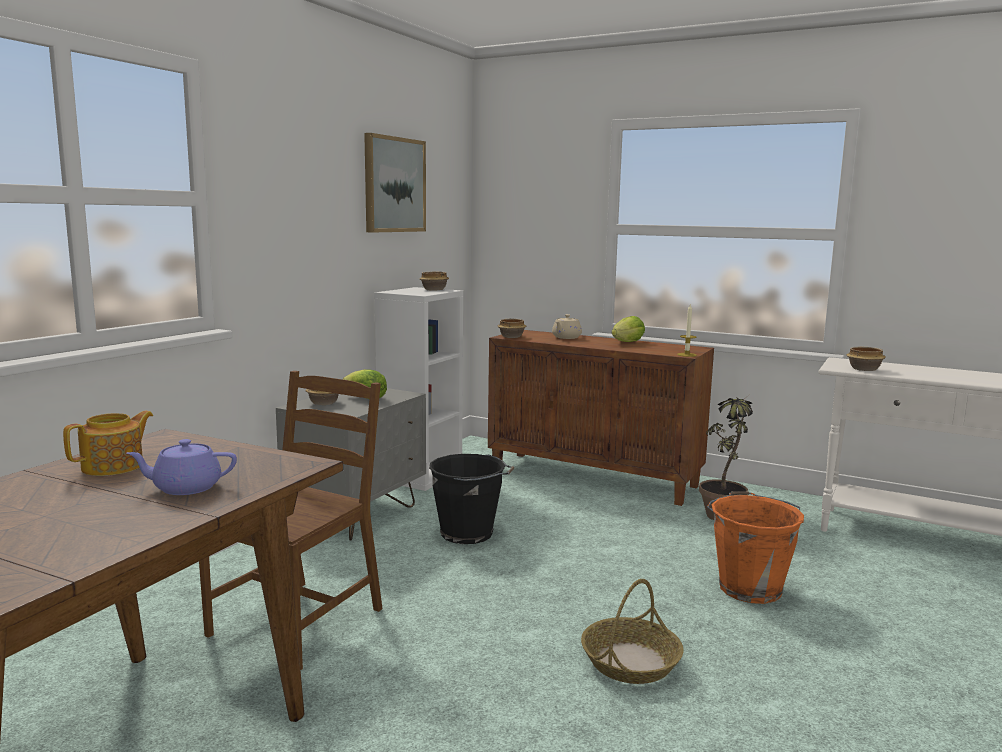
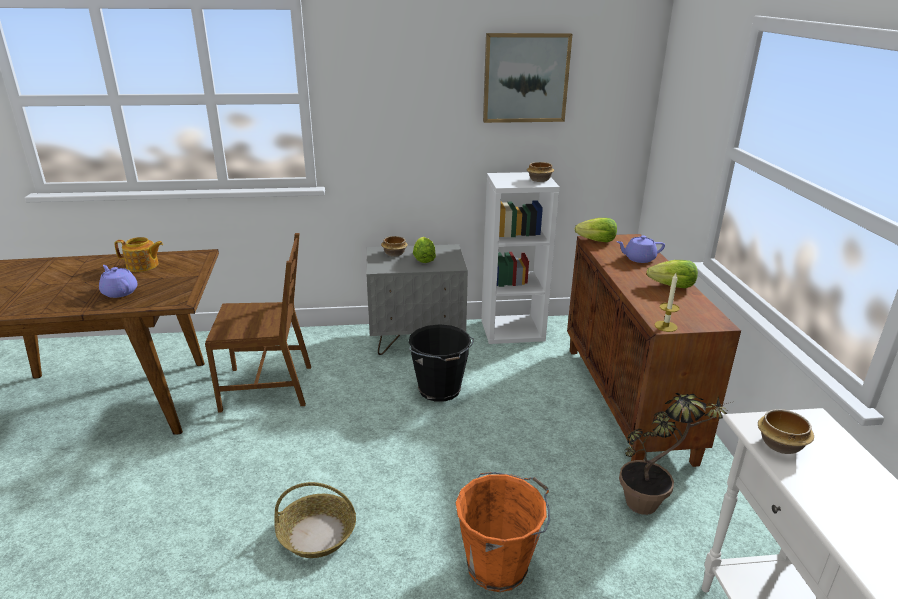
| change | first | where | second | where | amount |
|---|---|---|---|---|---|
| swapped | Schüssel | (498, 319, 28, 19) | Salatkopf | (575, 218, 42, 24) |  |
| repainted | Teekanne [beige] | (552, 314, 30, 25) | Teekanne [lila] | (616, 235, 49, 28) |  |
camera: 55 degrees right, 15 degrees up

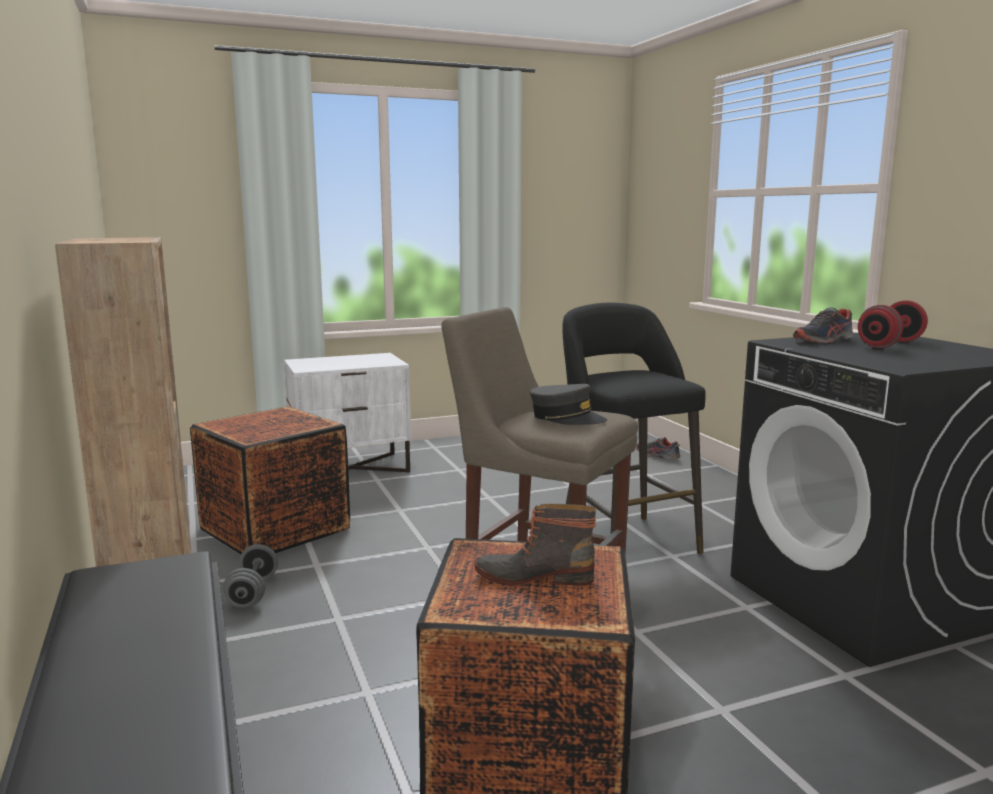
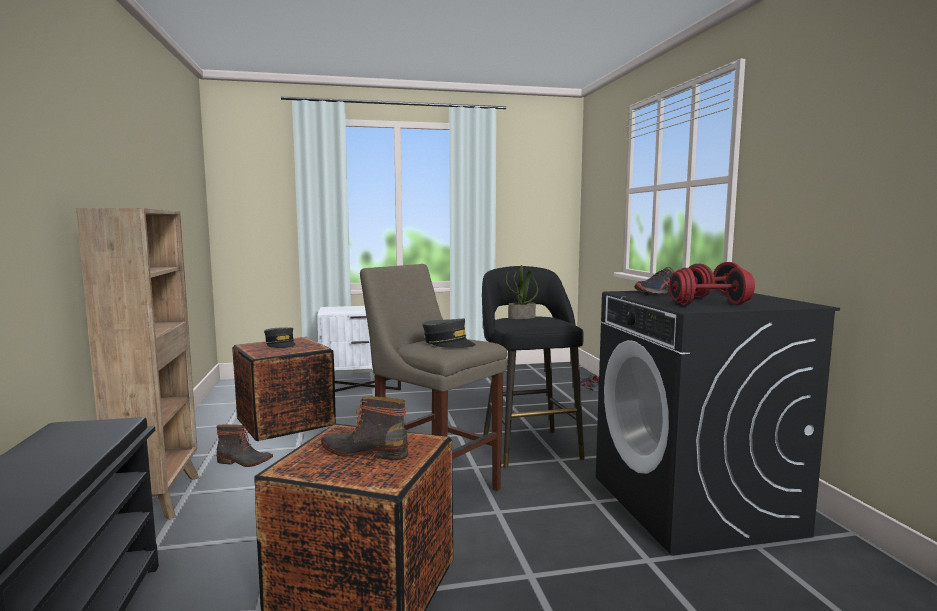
| change | first | where | second | where | amount |
|---|---|---|---|---|---|
| swapped | Hantel [grau] | (223, 544, 55, 63) | Stiefel | (217, 424, 56, 43) |  |
| new |  |  | Kappe [grau] | (264, 328, 31, 20) |  |
| new |  |  | Topfpflanze | (506, 265, 32, 54) |  |
| new |  |  | Hantel [rot] | (669, 267, 86, 38) |  |
camera: 10 degrees right, 5 degrees down

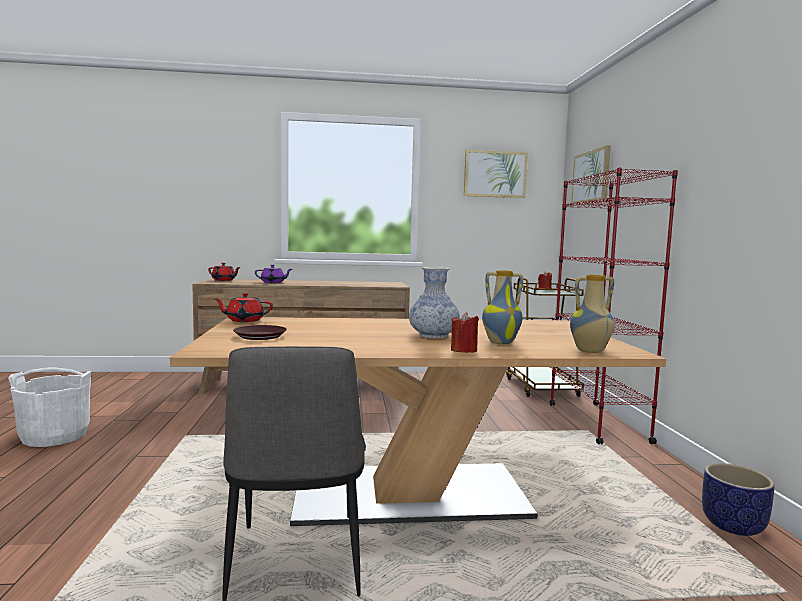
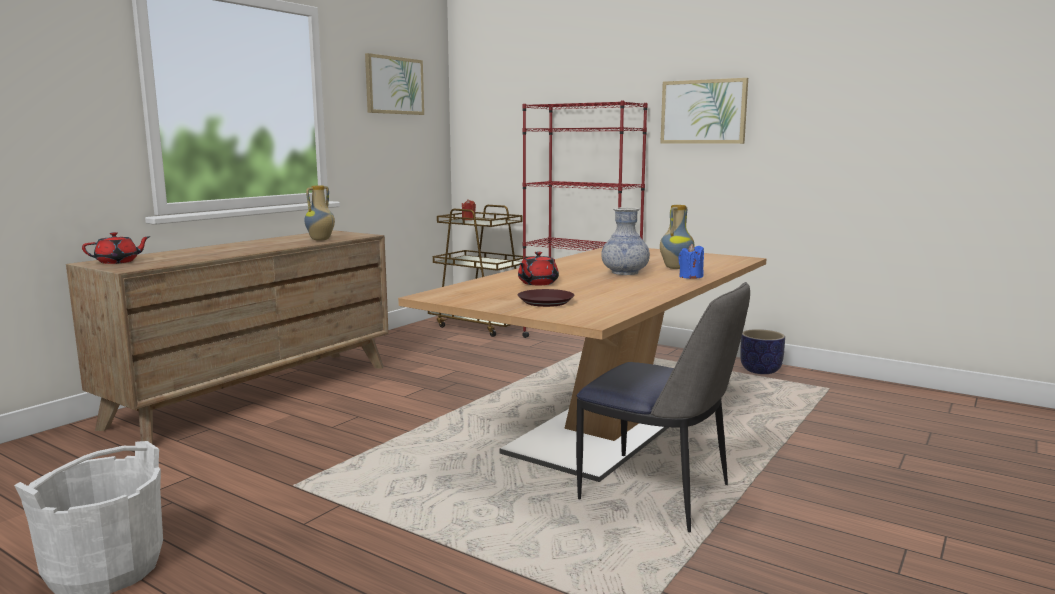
| change | first | where | second | where | amount |
|---|---|---|---|---|---|
| shifted | Vase | (570, 275, 45, 78) |  | (304, 185, 31, 55) |  |
| shifted | Teekanne [rot] | (213, 293, 60, 29) |  | (518, 251, 41, 34) |  |
| shifted | Bild | (571, 145, 40, 59) |  | (660, 78, 88, 66) |  |
| repainted | Kerze [rot] | (451, 312, 28, 41) | Kerze [blau] | (678, 244, 26, 35) |  |
| gone | Teekanne [lila] | (255, 265, 37, 18) |  |  |  |
camera: 50 degrees left, 5 degrees up

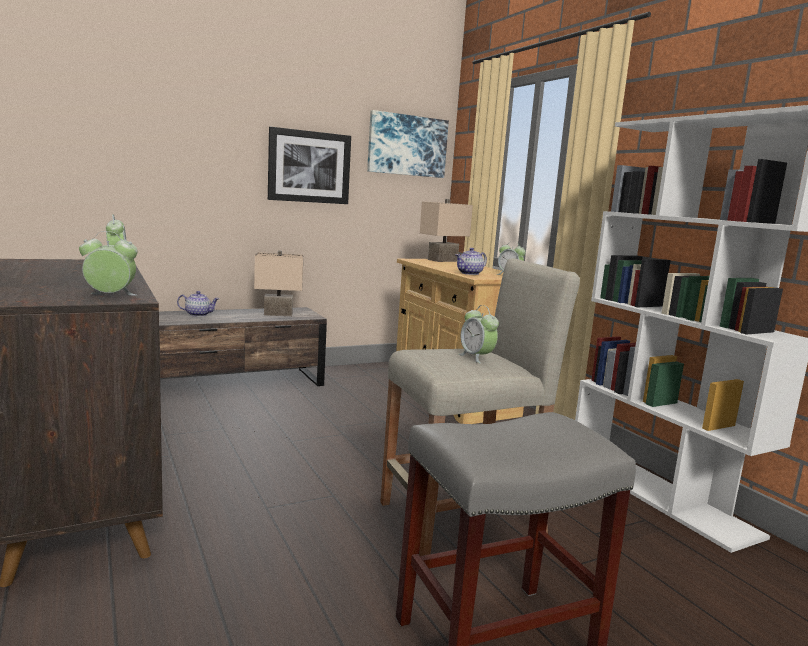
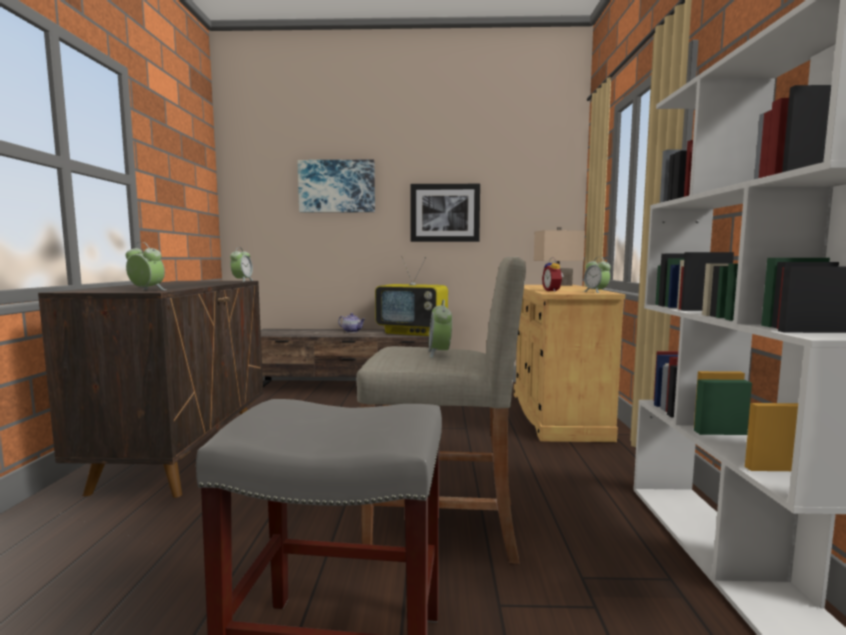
| change | first | where | second | where | amount |
|---|---|---|---|---|---|
| shifted | Bild | (367, 110, 82, 68) |  | (298, 160, 77, 52) |  |
| swapped | Tischlampe [beige] | (254, 250, 49, 66) | Fernseher | (375, 256, 73, 80) |  |
| swapped | Teekanne | (456, 248, 31, 27) | Wecker | (542, 257, 22, 35) |  |
camera: 30 degrees right, 5 degrees down

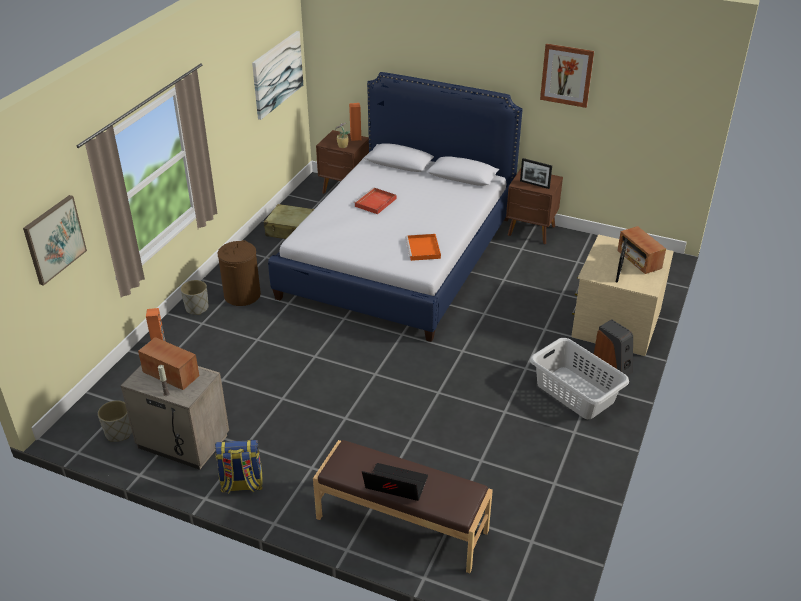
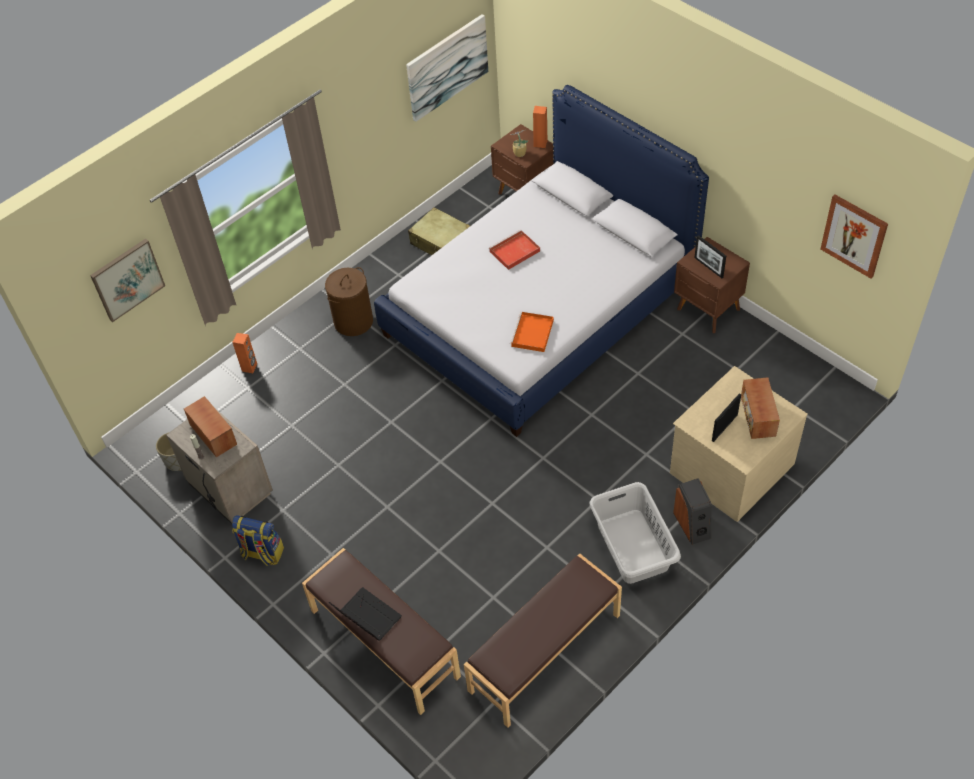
| change | first | where | second | where | amount |
|---|---|---|---|---|---|
| new |  |  | Bank [braun] | (464, 554, 158, 174) |  |
| shifted | Bild | (540, 43, 54, 65) |  | (820, 195, 68, 84) |  |
| gone | Pflanzkübel [grau] | (181, 280, 27, 35) |  |  |  |
camera: 25 degrees right, 15 degrees up

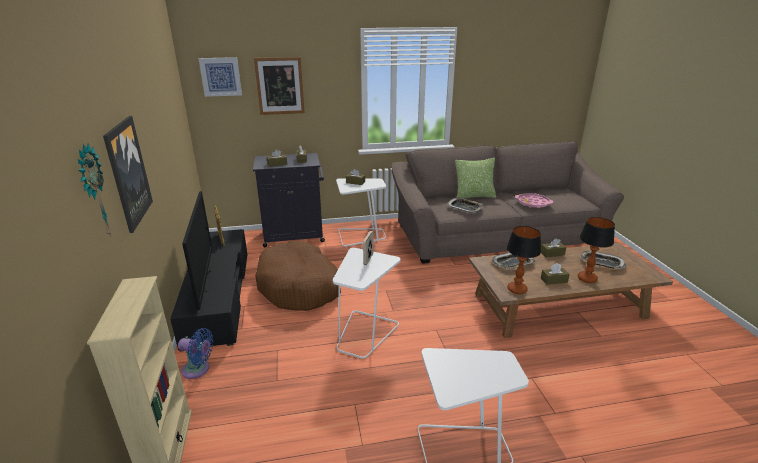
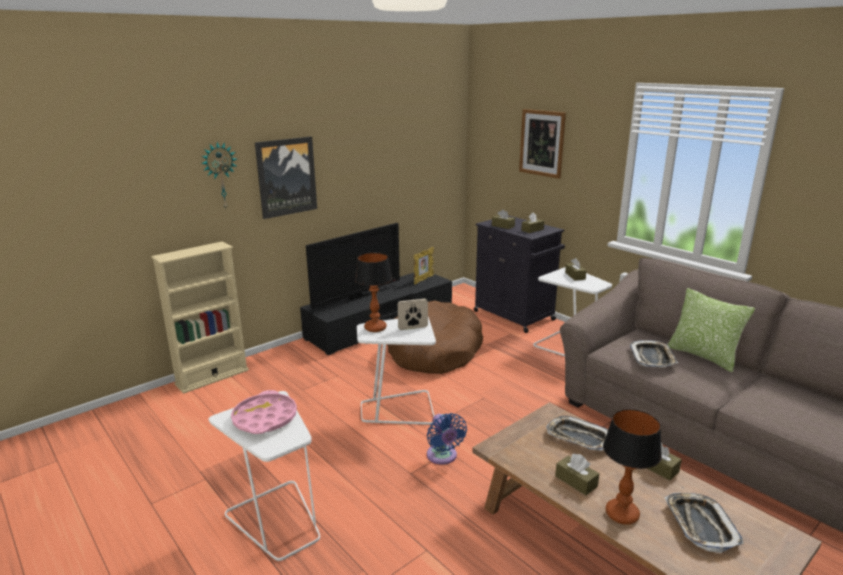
| change | first | where | second | where | amount |
|---|---|---|---|---|---|
| shifted | Tablett [rosa] | (515, 193, 38, 15) |  | (231, 390, 66, 44) |  |
| shifted | Tischlampe | (507, 226, 34, 69) |  | (355, 253, 37, 79) |  |
| shifted | Ventilator [blau] | (178, 328, 35, 51) |  | (427, 413, 40, 52) |  |
| gone | Bild | (198, 57, 44, 40) |  |  |  |
camera: 60 degrees right, 5 degrees down

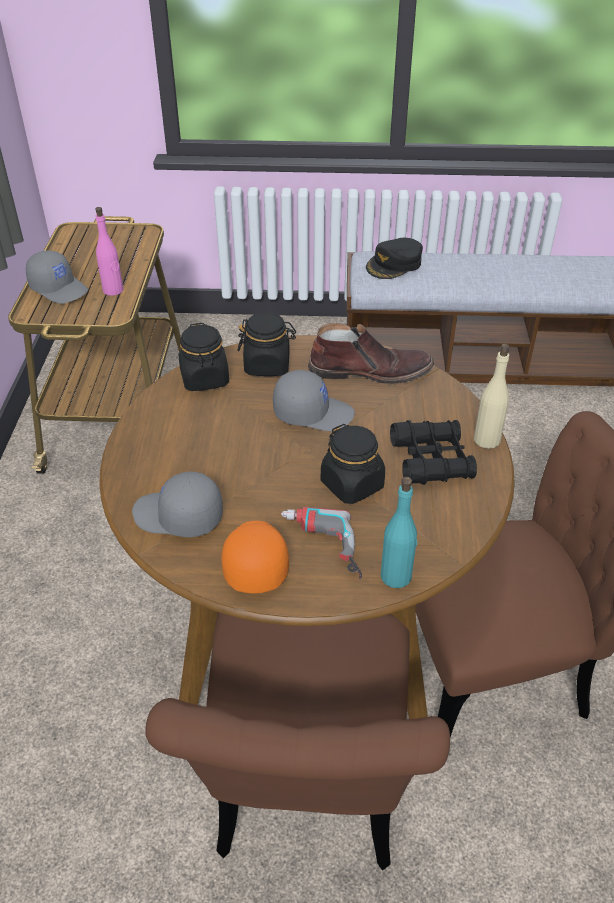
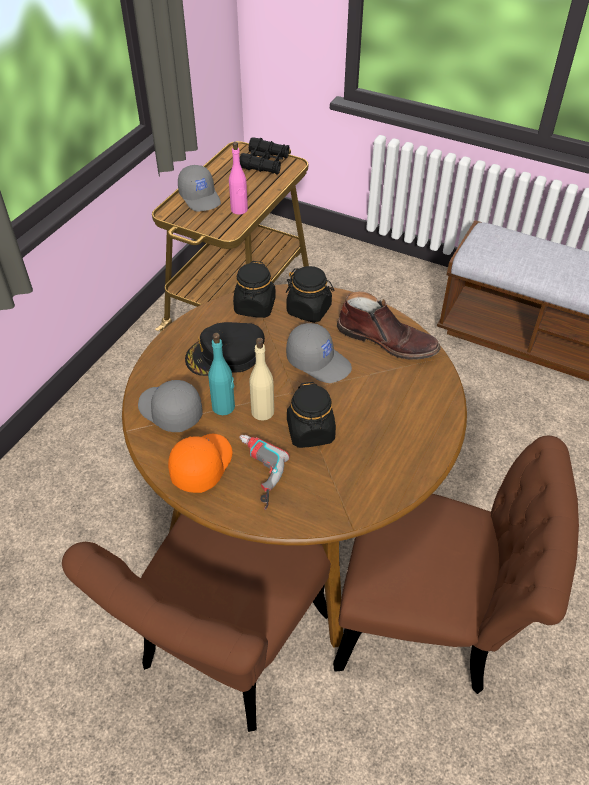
| change | first | where | second | where | amount |
|---|---|---|---|---|---|
| shifted | Kappe [schwarz] | (366, 238, 57, 41) |  | (185, 322, 80, 54) |  |
| shifted | Flasche [türkis] | (380, 477, 37, 111) |  | (208, 333, 27, 82) |  |
| shifted | Fernglas [schwarz] | (390, 420, 87, 65) |  | (240, 138, 50, 37) |  |
| shifted | Flasche [beige] | (474, 344, 35, 105) |  | (249, 338, 25, 83) |  |
camera: 25 degrees right, 5 degrees up

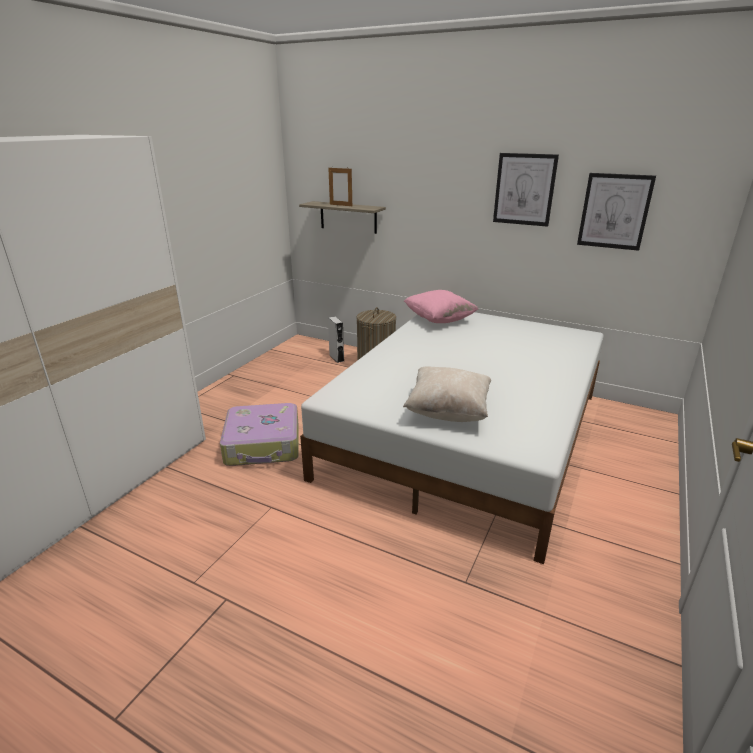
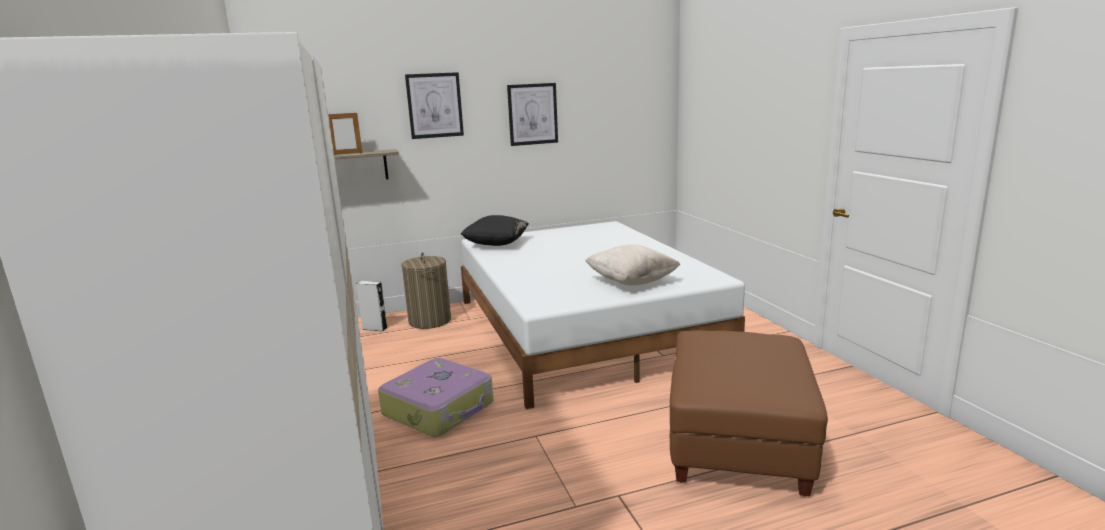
| change | first | where | second | where | amount |
|---|---|---|---|---|---|
| shifted | Bild | (577, 173, 79, 78) |  | (405, 72, 59, 67) |  |
| repainted | Kissen [rosa] | (404, 290, 75, 33) | Kissen [schwarz] | (460, 215, 69, 31) |  |
| new |  |  | Polsterhocker [braun] | (670, 330, 158, 166) |  |
camera: 45 degrees left, 10 degrees down

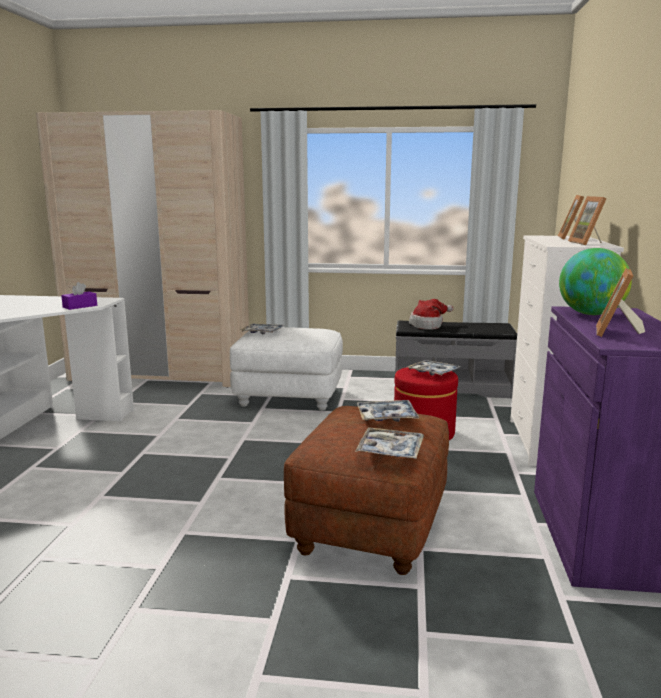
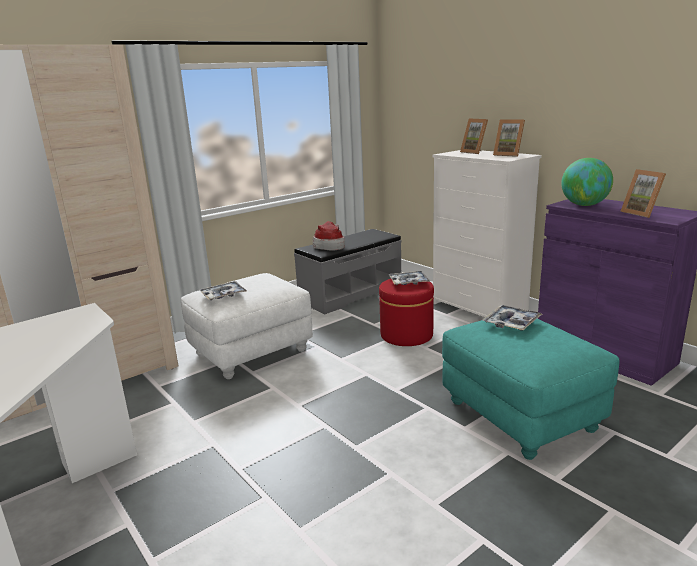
| change | first | where | second | where | amount |
|---|---|---|---|---|---|
| repainted | Polsterhocker [braun] | (284, 406, 165, 169) | Polsterhocker [türkis] | (442, 319, 178, 141) |  |
| gone | Taschentuchbox [lila] | (61, 282, 36, 28) |  |  |  |
| gone | Tablett | (355, 427, 69, 32) |  |  |  |
camera: 45 degrees left, 5 degrees up

